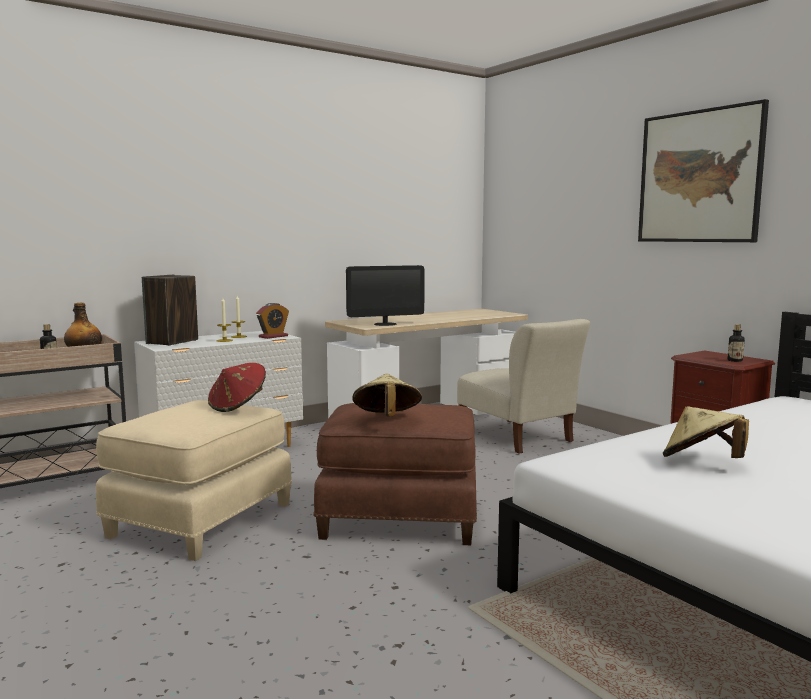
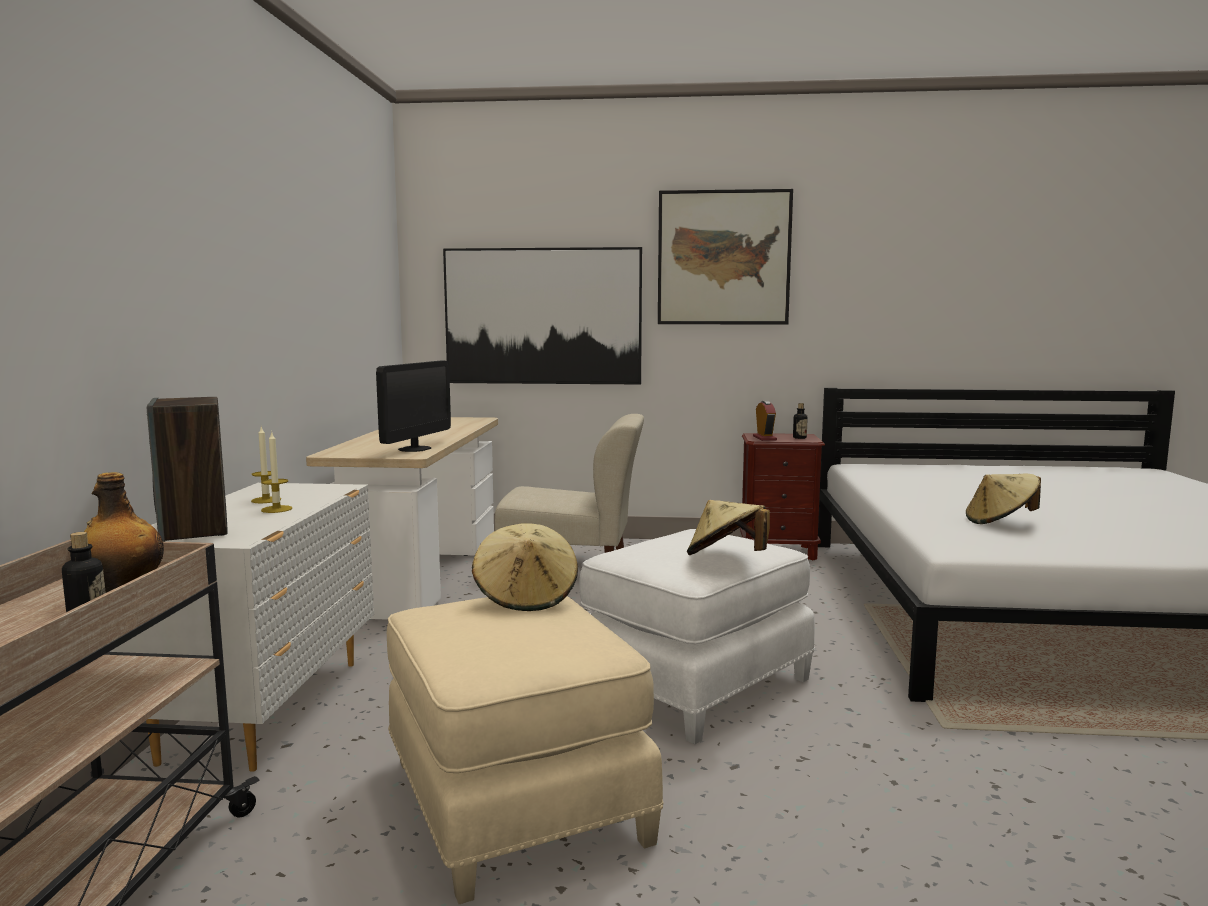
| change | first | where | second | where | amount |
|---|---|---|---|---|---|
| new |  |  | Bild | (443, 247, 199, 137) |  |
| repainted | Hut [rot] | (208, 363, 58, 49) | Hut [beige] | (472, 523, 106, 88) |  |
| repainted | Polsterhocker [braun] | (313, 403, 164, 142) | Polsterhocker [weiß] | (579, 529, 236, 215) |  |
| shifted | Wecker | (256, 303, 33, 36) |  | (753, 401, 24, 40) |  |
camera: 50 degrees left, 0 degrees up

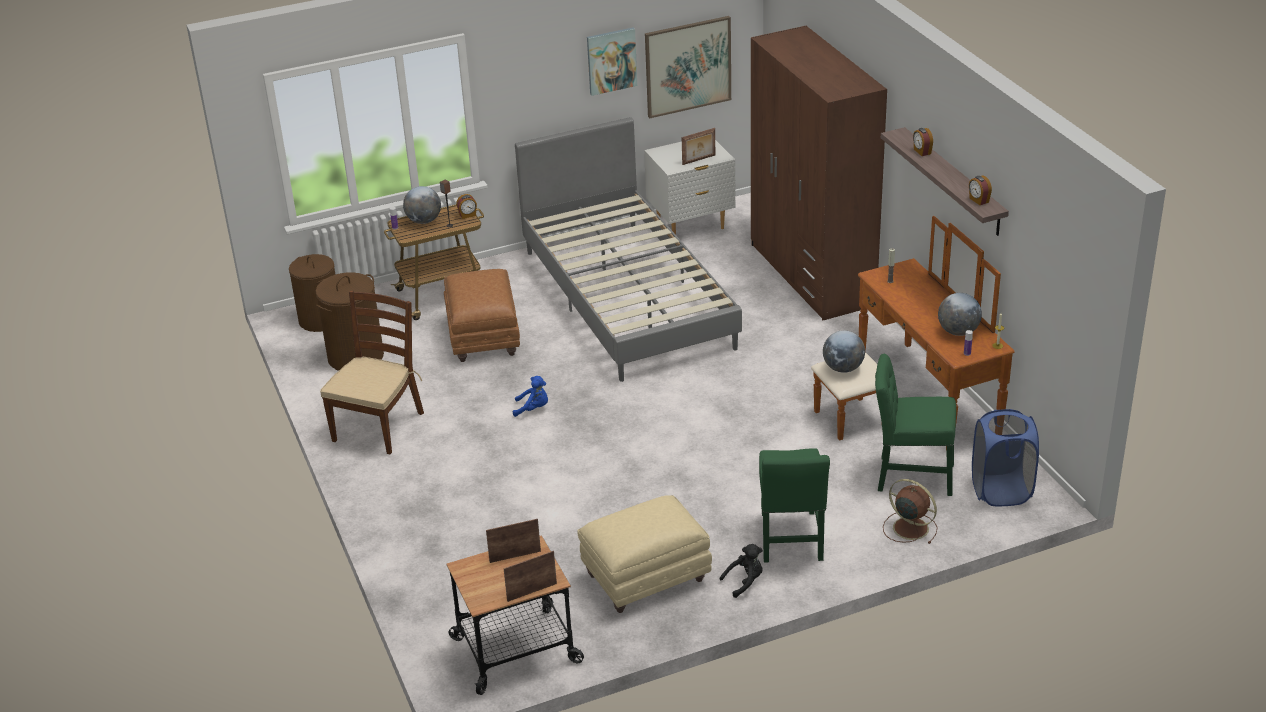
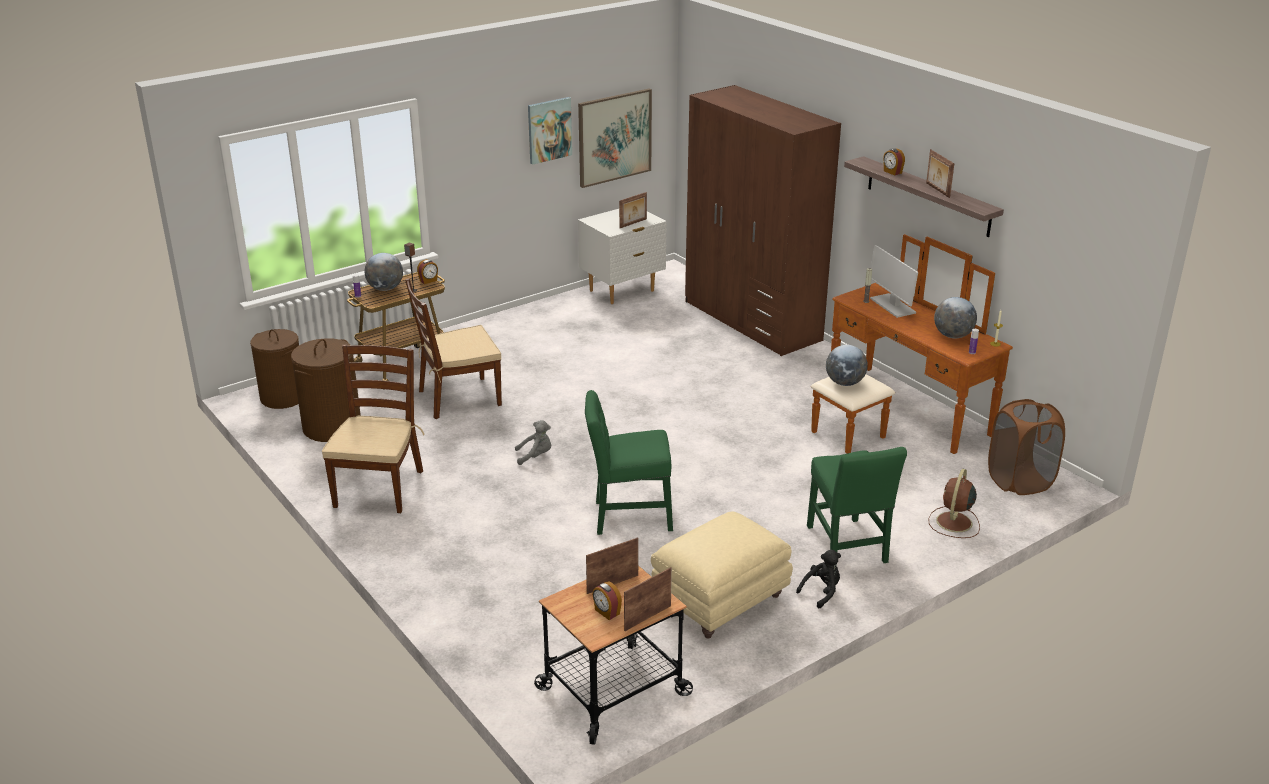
| change | first | where | second | where | amount |
|---|---|---|---|---|---|
| swapped | Polsterhocker [braun] | (444, 269, 76, 93) | Stuhl [braun] | (405, 278, 97, 141) |  |
| repainted | Plüschtier [blau] | (513, 376, 35, 41) | Plüschtier [grau] | (515, 420, 36, 45) |  |
| shifted | Stuhl [grün] | (875, 354, 81, 142) |  | (585, 390, 88, 145) |  |
| shifted | Wecker | (969, 175, 23, 30) |  | (592, 581, 30, 39) |  |
| new |  |  | Monitor | (870, 245, 48, 73) |  |
| new |  |  | Bilderrahmen | (926, 149, 28, 49) |  |
| rotated | Ventilator [braun] | (883, 479, 55, 65) |  | (928, 468, 52, 70) | 90 degrees counterclockwise |
| repainted | Wäschekorb [blau] | (972, 409, 67, 97) | Wäschekorb [braun] | (988, 399, 77, 96) |  |
| gone | Bett [grau] | (515, 117, 227, 265) |  |  |  |
camera: 15 degrees left, 5 degrees down

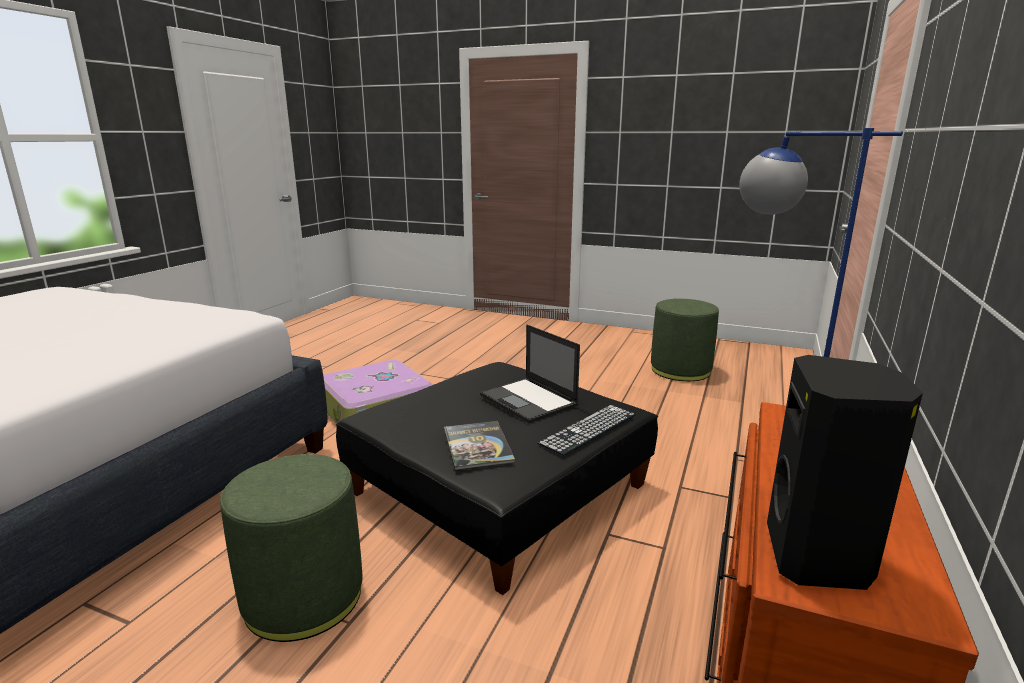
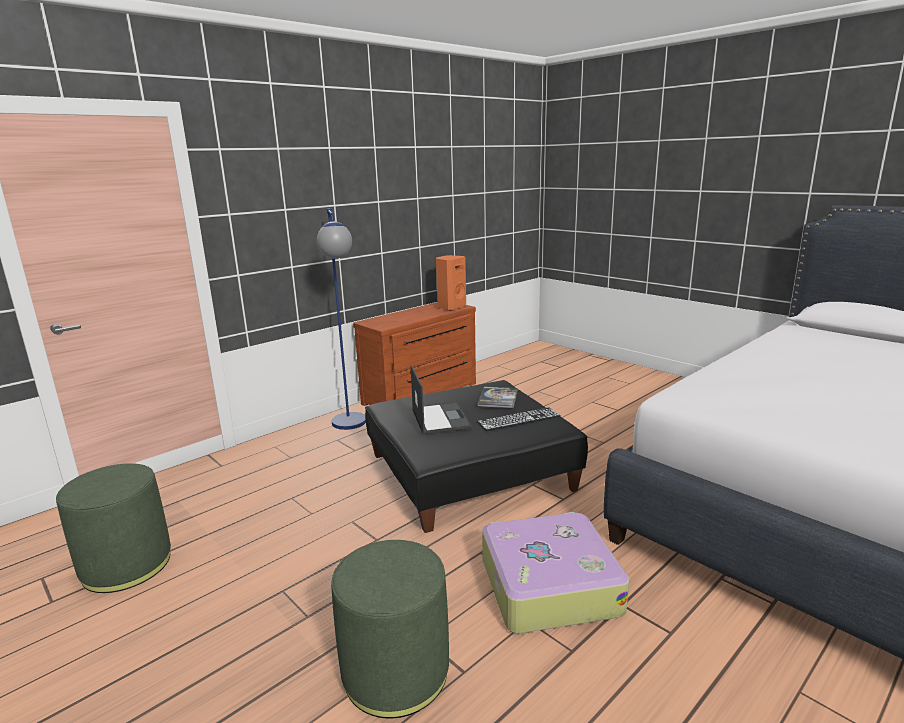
| change | first | where | second | where | amount |
|---|---|---|---|---|---|
| shifted | Polsterhocker [grün] | (220, 454, 143, 188) |  | (331, 540, 118, 178) |  |
| repainted | Lautsprecher [schwarz] | (767, 355, 156, 235) | Lautsprecher [orange] | (436, 255, 30, 56) |  |
| shifted | Tastatur | (538, 405, 98, 51) |  | (477, 407, 84, 24) |  |
camera: 155 degrees left, 0 degrees up

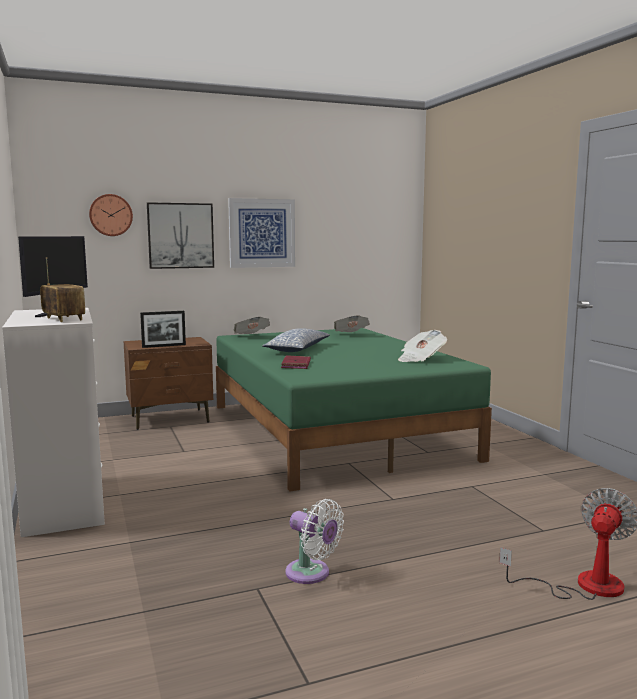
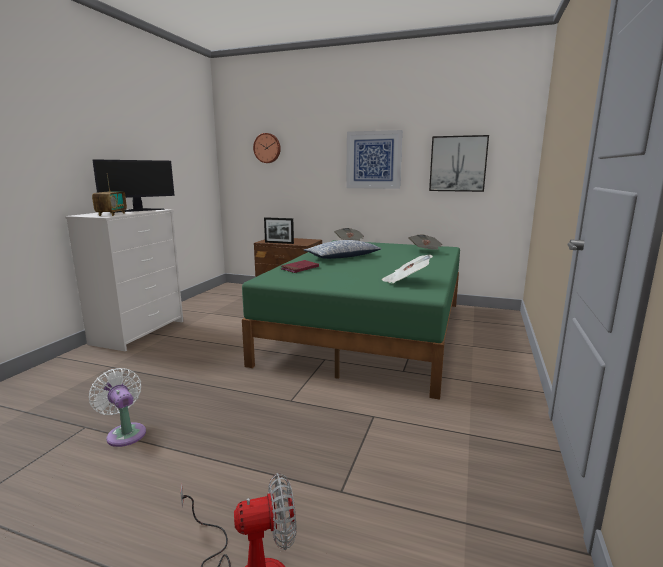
| change | first | where | second | where | amount |
|---|---|---|---|---|---|
| rotated | Ventilator [weiß] | (285, 499, 59, 85) |  | (89, 368, 57, 79) | 150 degrees clockwise |
| shifted | Bild | (147, 202, 67, 67) |  | (429, 135, 60, 57) |  |
camera: 40 degrees right, 5 degrees up

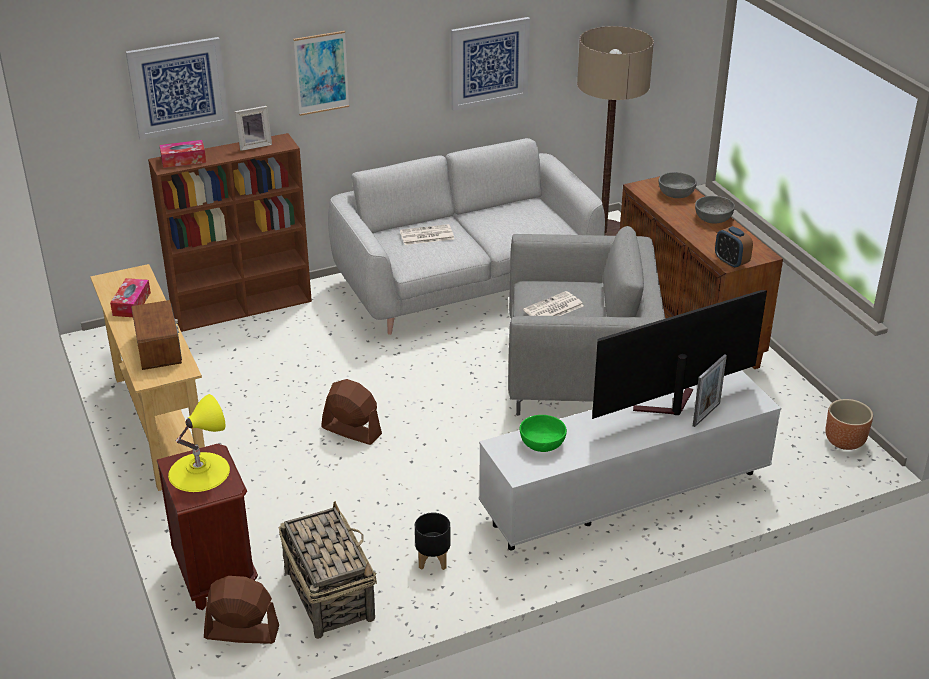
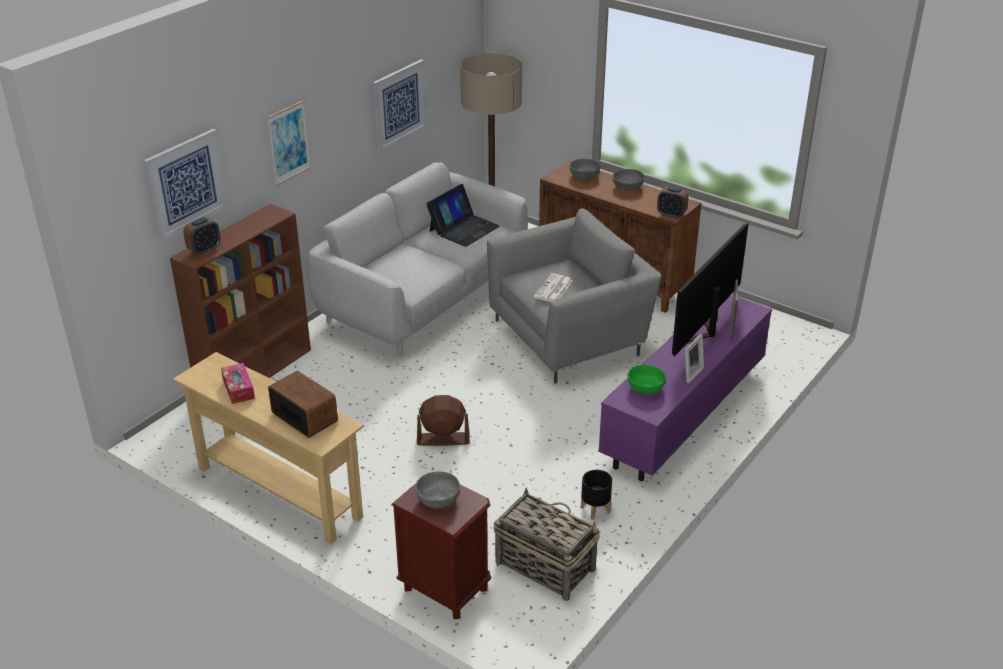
| change | first | where | second | where | amount |
|---|---|---|---|---|---|
| swapped | Taschentuchbox | (159, 140, 47, 28) | Wecker | (183, 217, 38, 38) |  |
| swapped | Tischlampe [gelb] | (168, 394, 62, 98) | Schüssel [grau] | (415, 471, 45, 37) |  |
| new |  |  | Laptop | (426, 184, 74, 63) |  |
| repainted | Fernsehschrank [weiß] | (479, 370, 302, 180) | Fernsehschrank [lila] | (598, 295, 174, 186) |  |
| shifted | Bilderrahmen | (235, 106, 37, 45) |  | (684, 334, 20, 49) |  |
| gone | Ventilator [braun] | (204, 576, 75, 68) |  |  |  |
| gone | Zeitung | (400, 224, 54, 21) |  |  |  |
| gone | Pflanzkübel [braun] | (825, 399, 48, 51) |  |  |  |
camera: 30 degrees left, 0 degrees up

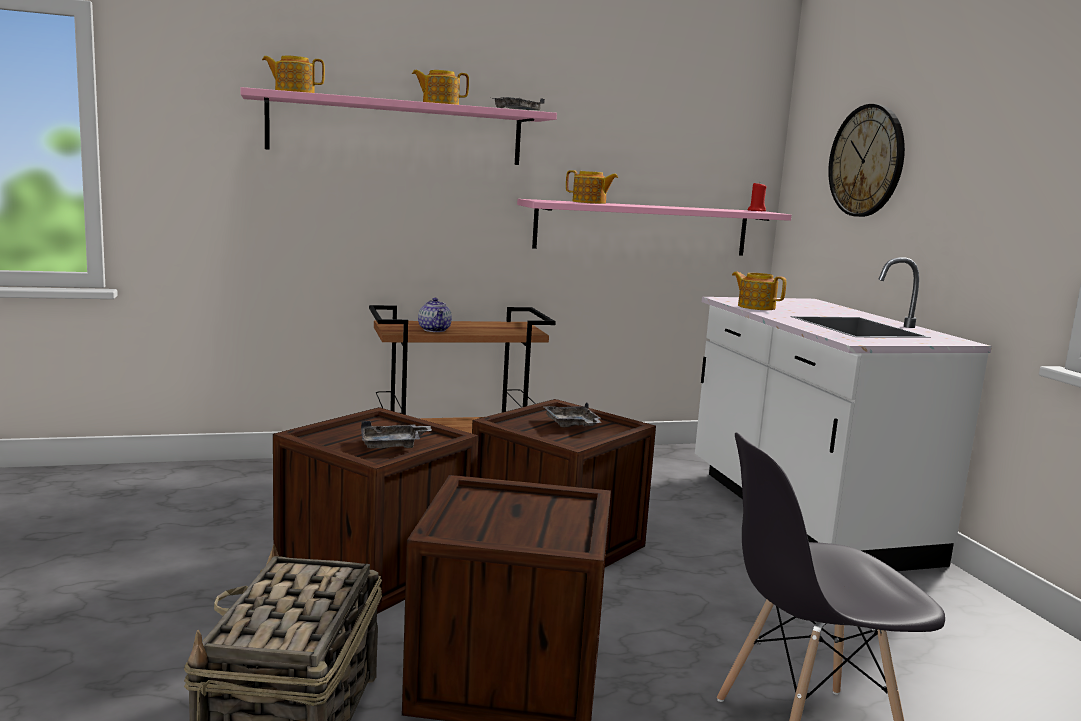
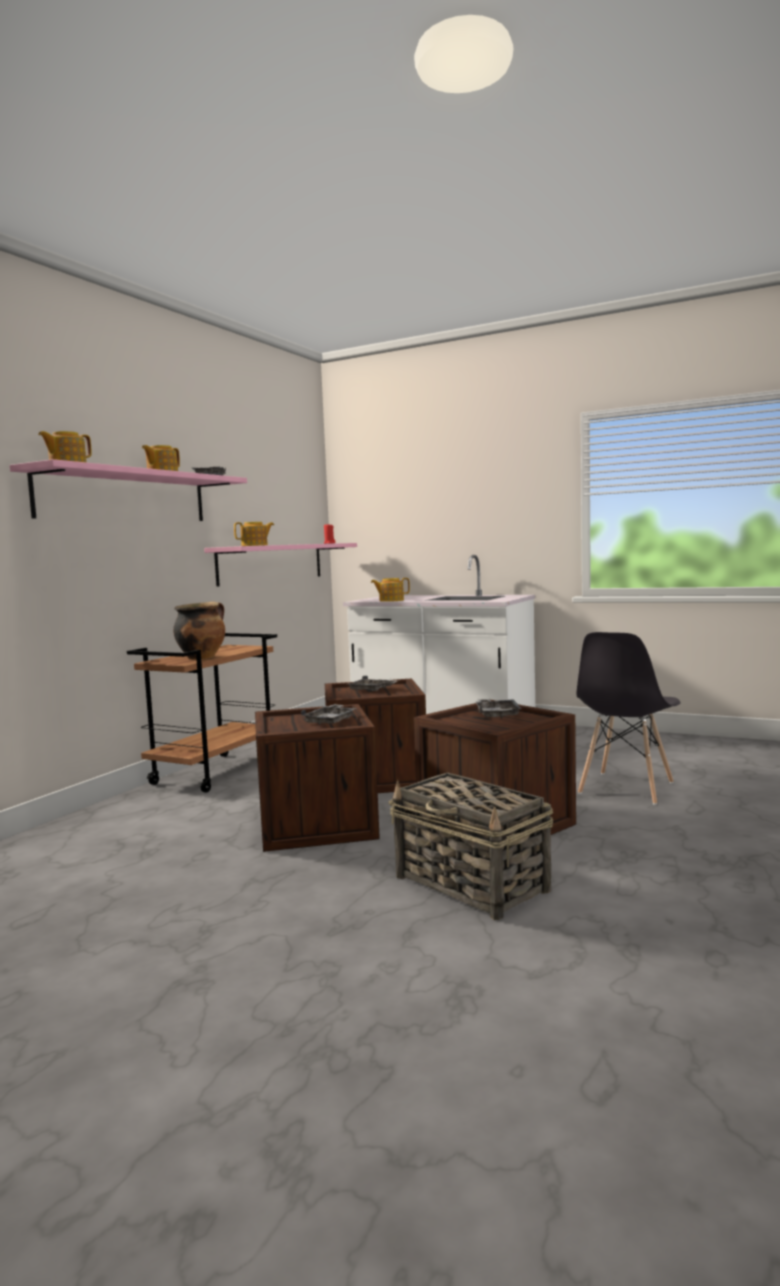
| change | first | where | second | where | amount |
|---|---|---|---|---|---|
| swapped | Teekanne | (418, 298, 34, 34) | Kochtopf | (173, 602, 52, 58) |  |
| new |  |  | Tablett [grau] | (476, 699, 45, 19) |  |
| gone | Wanduhr | (828, 104, 77, 113) |  |  |  |
camera: 45 degrees left, 5 degrees down

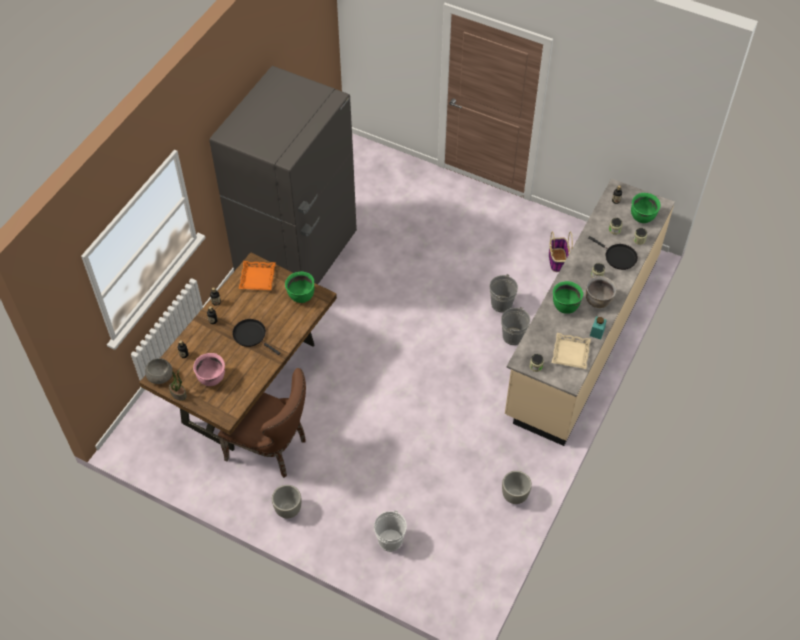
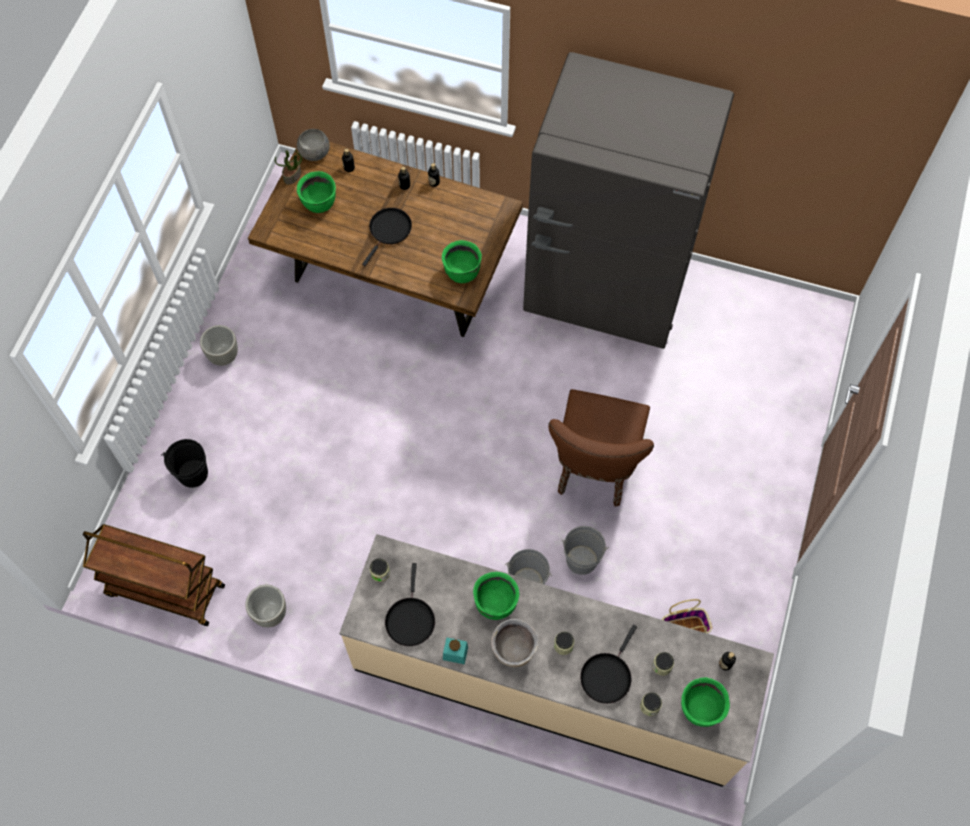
| change | first | where | second | where | amount |
|---|---|---|---|---|---|
| new |  |  | Rollwagen [braun] | (83, 524, 142, 102) |  |
| repainted | Eimer [weiß] | (374, 510, 33, 42) | Eimer [schwarz] | (161, 439, 47, 49) |  |
| repainted | Kochtopf [rosa] | (193, 353, 32, 33) | Kochtopf [grün] | (297, 171, 39, 42) |  |
| swapped | Tablett [beige] | (552, 333, 39, 36) | Pfanne [schwarz] | (385, 563, 50, 83) |  |
| shifted | Stuhl [braun] | (218, 368, 88, 110) |  | (549, 389, 105, 118) |  |
| gone | Tablett [orange] | (239, 261, 37, 29) |  |  |  |
camera: 80 degrees right, 10 degrees up

